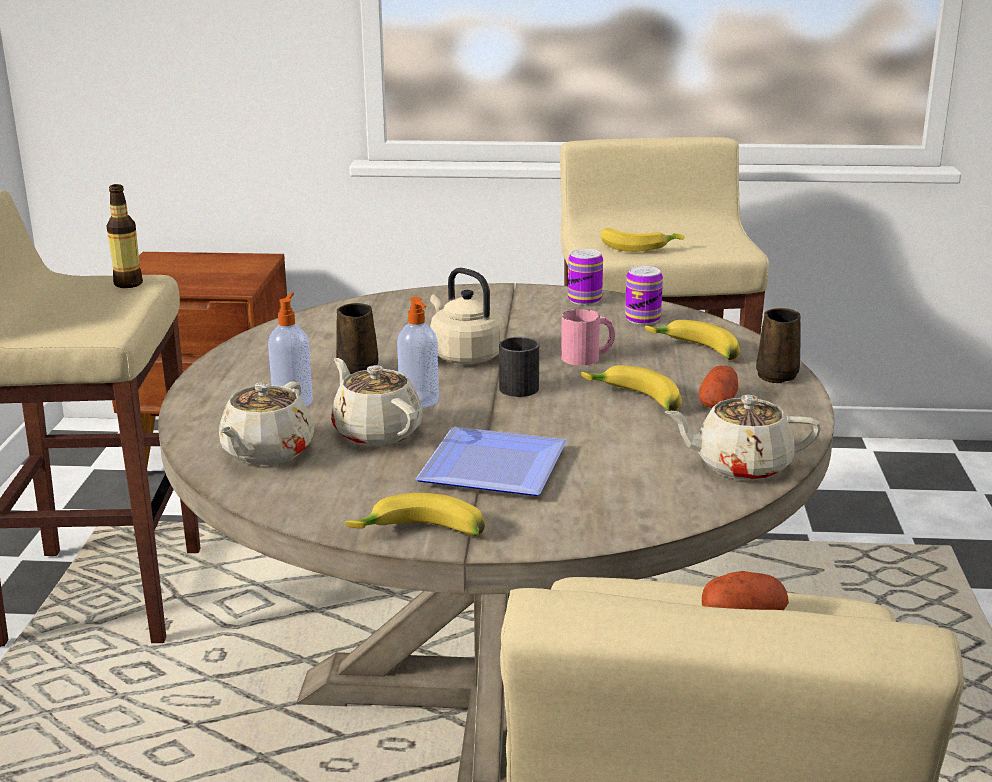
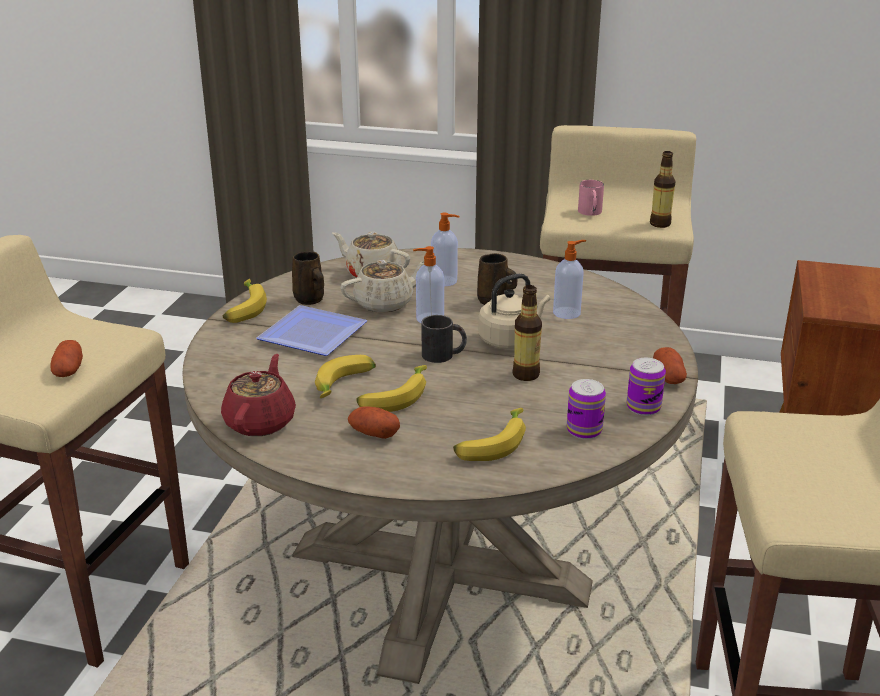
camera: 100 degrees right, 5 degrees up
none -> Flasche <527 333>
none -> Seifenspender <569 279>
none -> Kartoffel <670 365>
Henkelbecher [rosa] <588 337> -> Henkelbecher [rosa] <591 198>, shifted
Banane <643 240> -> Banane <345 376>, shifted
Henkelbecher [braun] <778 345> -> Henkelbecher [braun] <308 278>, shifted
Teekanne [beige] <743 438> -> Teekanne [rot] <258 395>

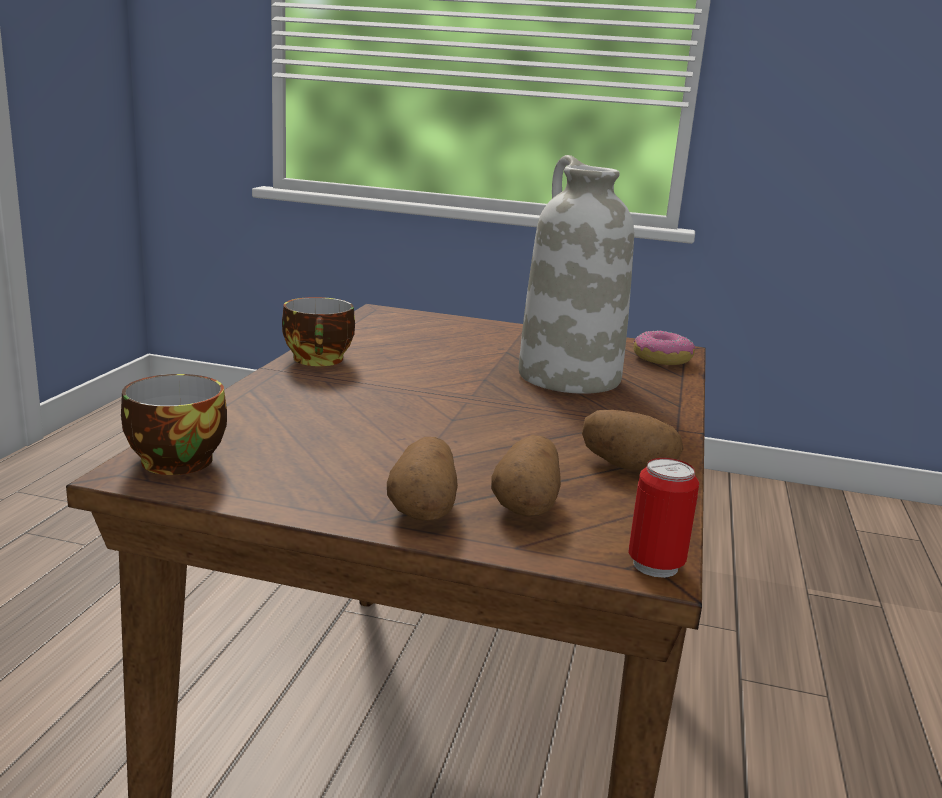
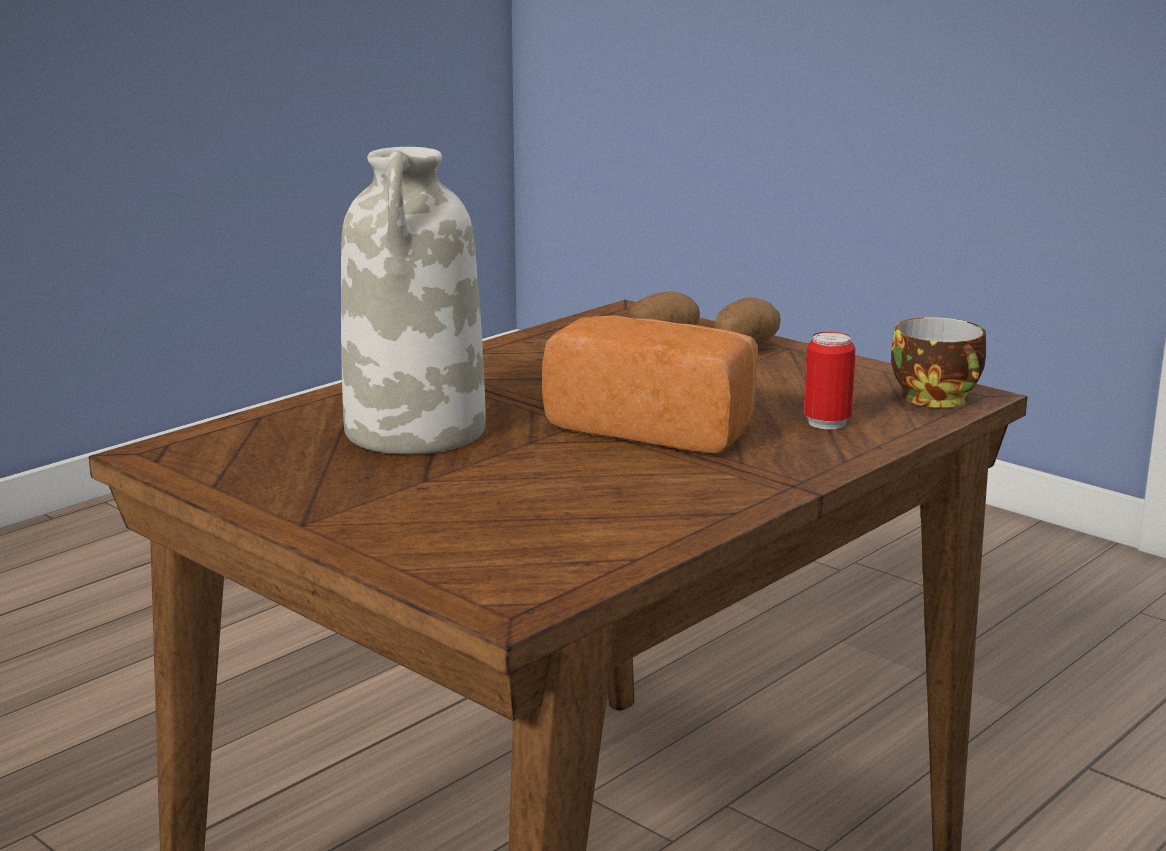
camera: 150 degrees left, 0 degrees up
Tasse <318 331> -> none
Kartoffel <633 440> -> none
Donut <664 347> -> none
none -> Brot <650 384>
Dose <664 518> -> Dose <829 380>, shifted

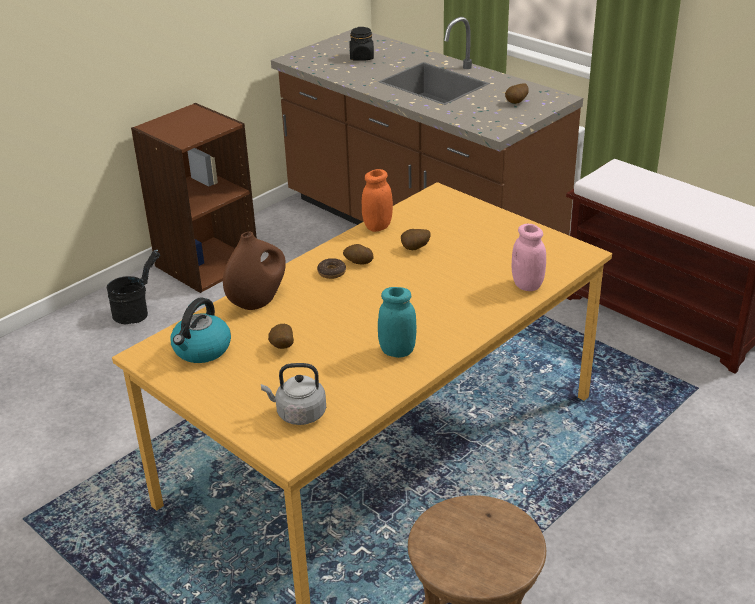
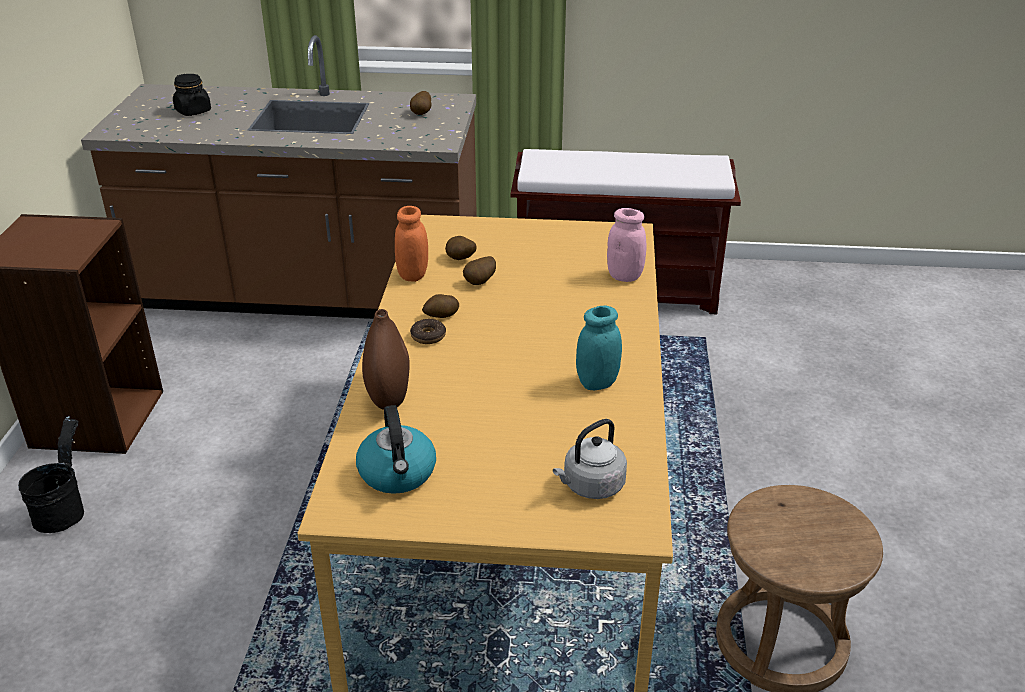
camera: 40 degrees left, 0 degrees up
Kartoffel <281 336> -> Kartoffel <461 248>, shifted

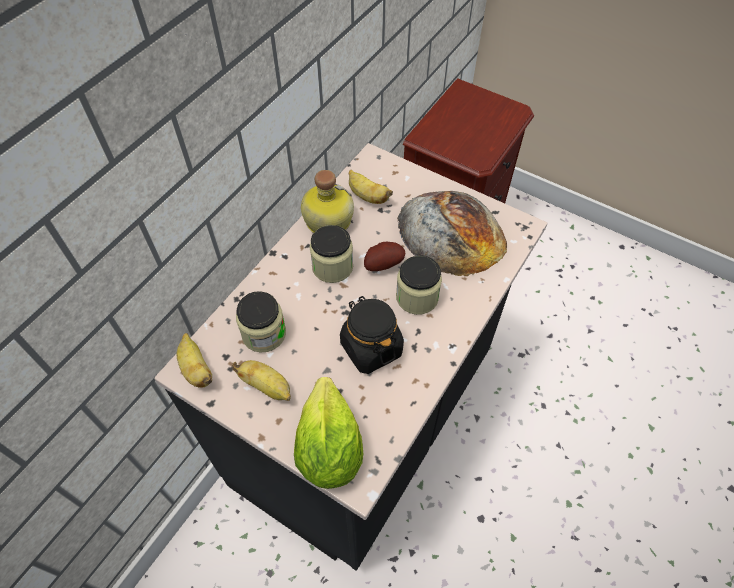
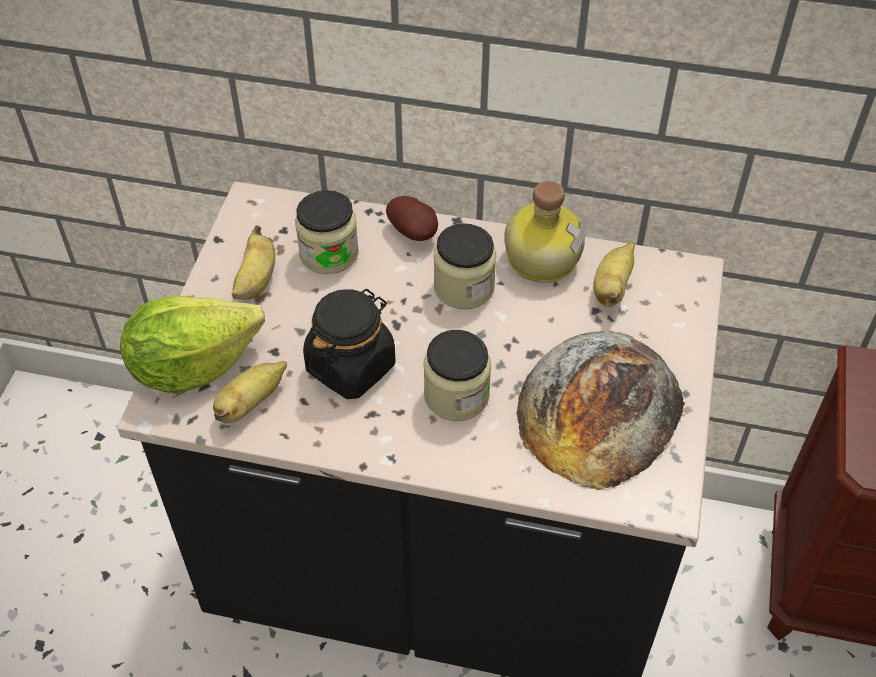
camera: 70 degrees right, 5 degrees down
Banane <194 360> -> Banane <250 392>, shifted
Kartoffel <384 256> -> Kartoffel <412 218>, shifted

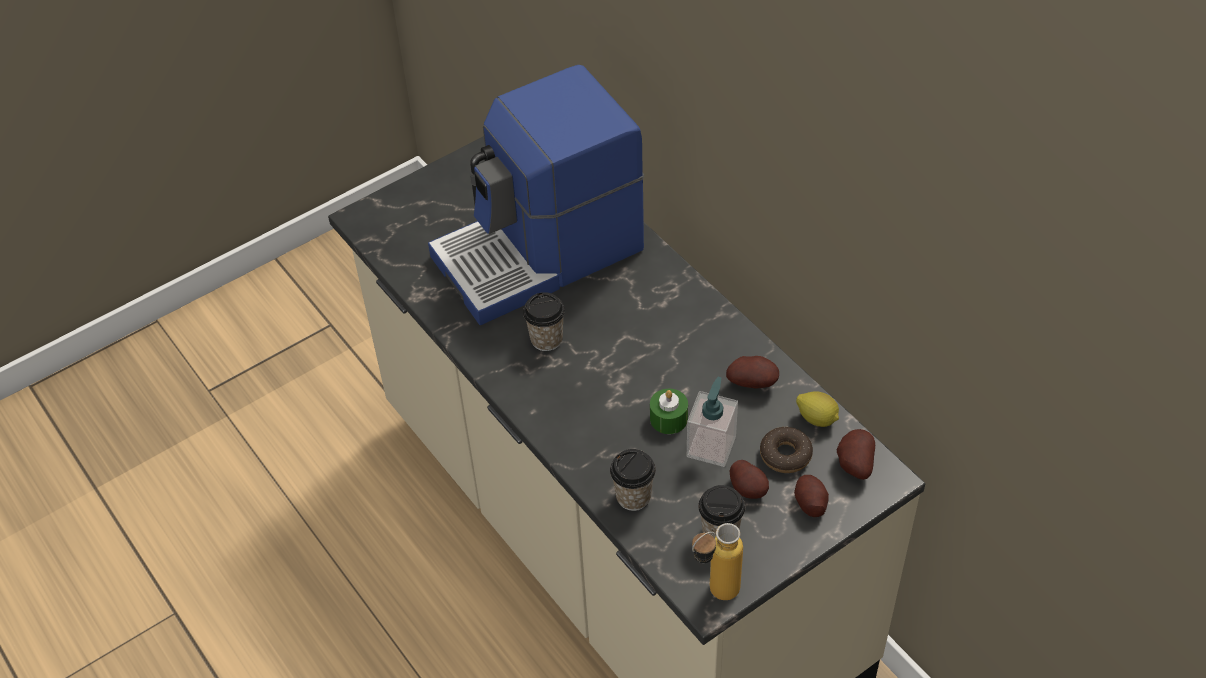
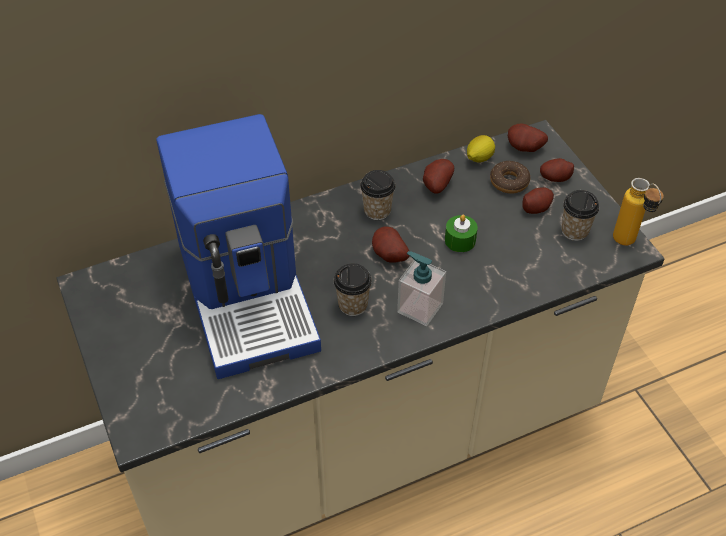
camera: 80 degrees left, 0 degrees up
none -> Kartoffel <391 244>
Tasse <633 480> -> Tasse <378 195>, shifted
Seifenspender <712 422> -> Seifenspender <421 288>, shifted

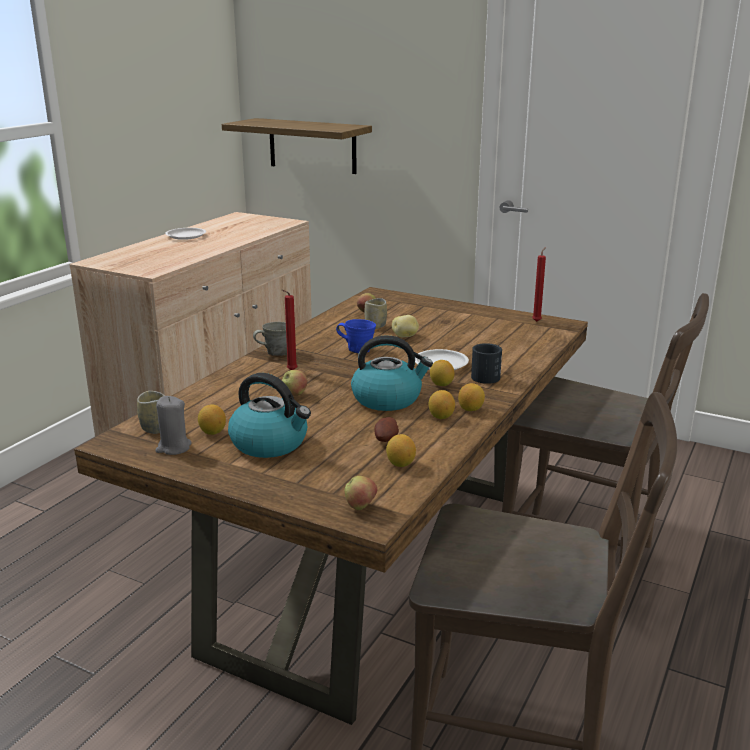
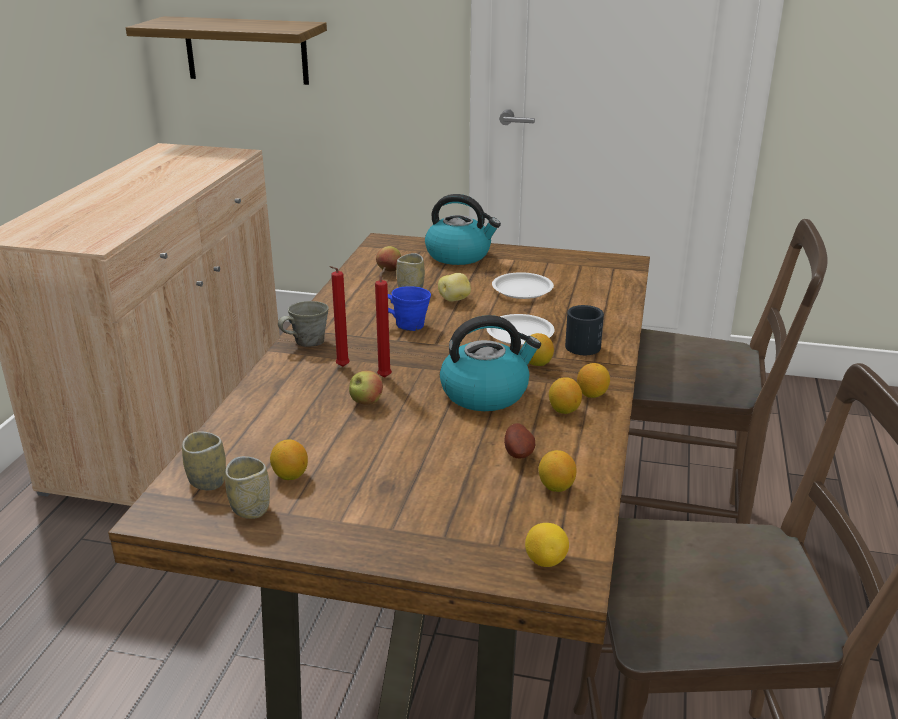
camera: 15 degrees left, 5 degrees up
Teller [weiß] <185 234> -> Teller [weiß] <523 285>, shifted
Wasserkessel <269 415> -> Wasserkessel <463 229>, shifted
Kerze [rot] <539 284> -> Kerze [rot] <383 322>, shifted
Kerze [grau] <173 425> -> Tasse <247 487>
Apfel <361 493> -> Zitrone <547 545>

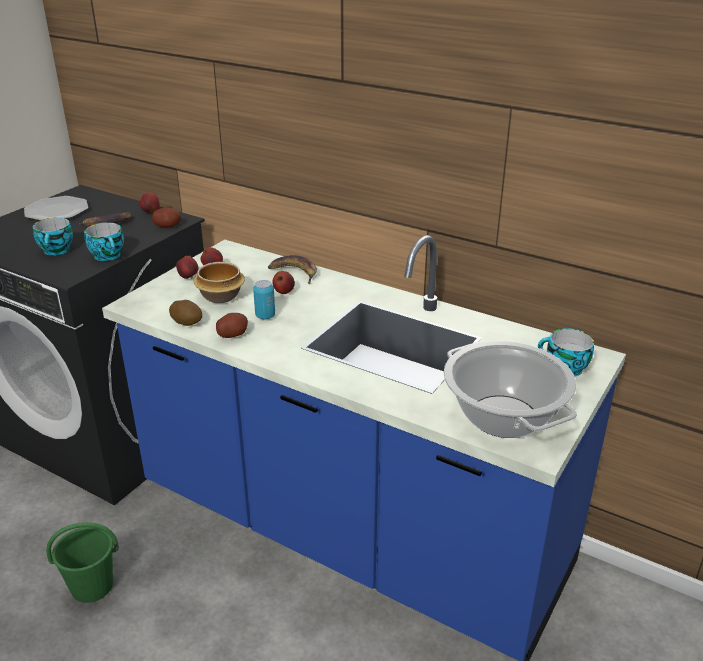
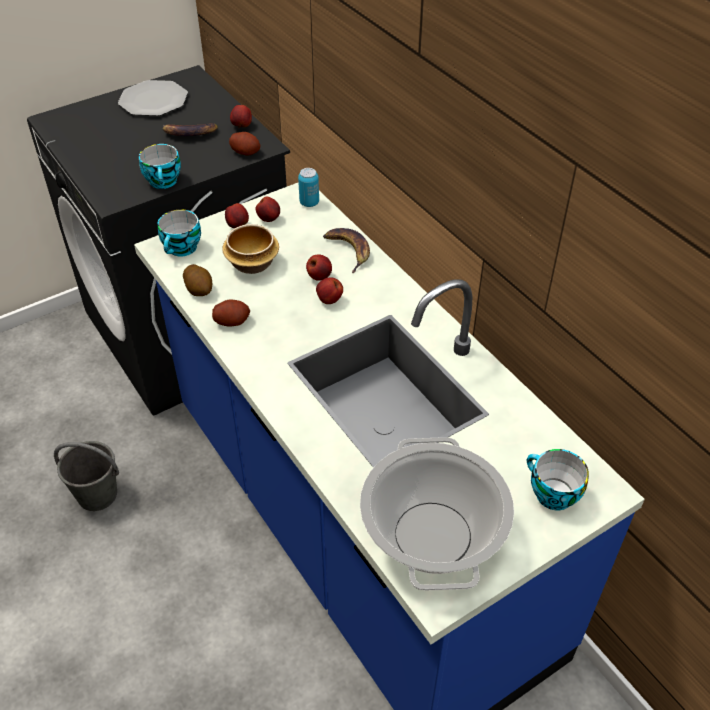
camera: 25 degrees right, 15 degrees up
none -> Apfel <329 290>
Tasse <53 237> -> Tasse <179 232>, shifted
Dose <264 299> -> Dose <308 187>, shifted
Eimer [grün] <82 562> -> Eimer [grau] <86 476>

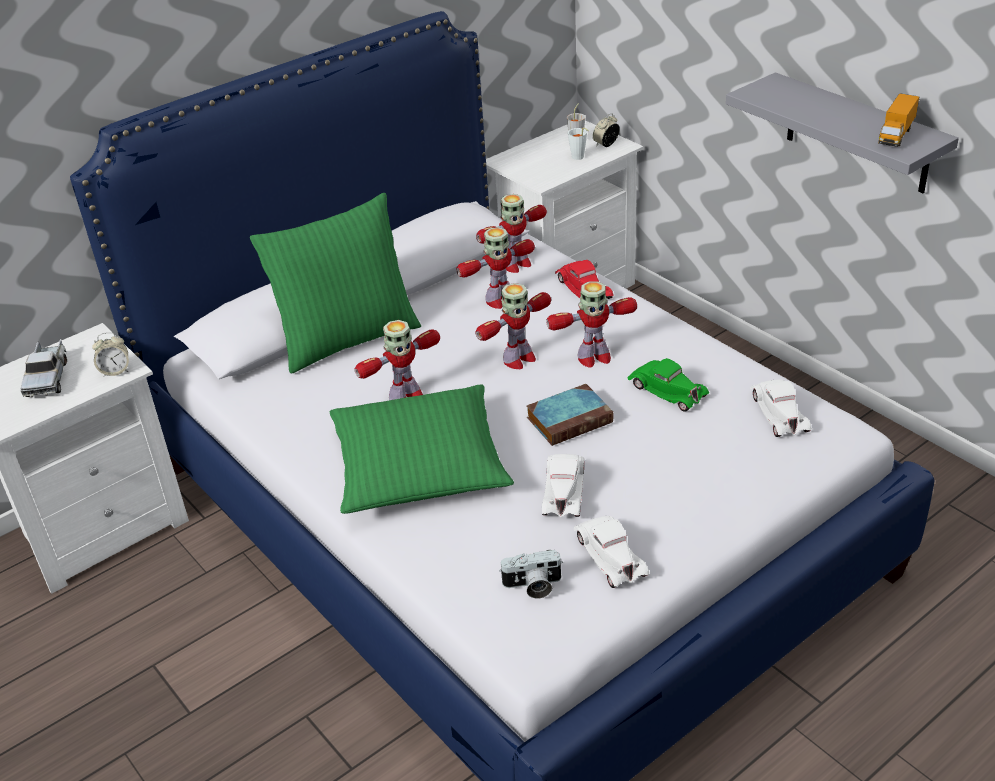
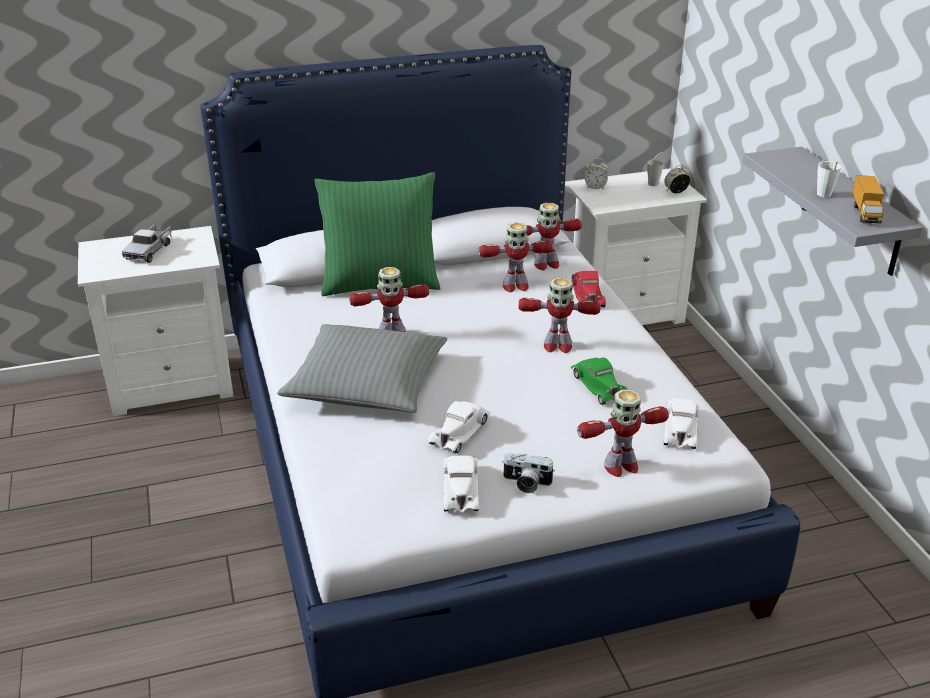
camera: 20 degrees right, 5 degrees down
Buch <570 415> -> none
Wecker <110 354> -> Wecker <596 174>, shifted
Spielzeugroboter <513 326> -> Spielzeugroboter <623 433>, shifted
Kamera <531 574> -> Kamera <528 473>, shifted
Tasse [weiß] <578 143> -> Tasse [weiß] <830 179>, shifted
Kissen [grün] <422 449> -> Kissen [grau] <362 368>
Spielzeuglaster <899 120> -> Spielzeuglaster <868 199>, 45 degrees counterclockwise

